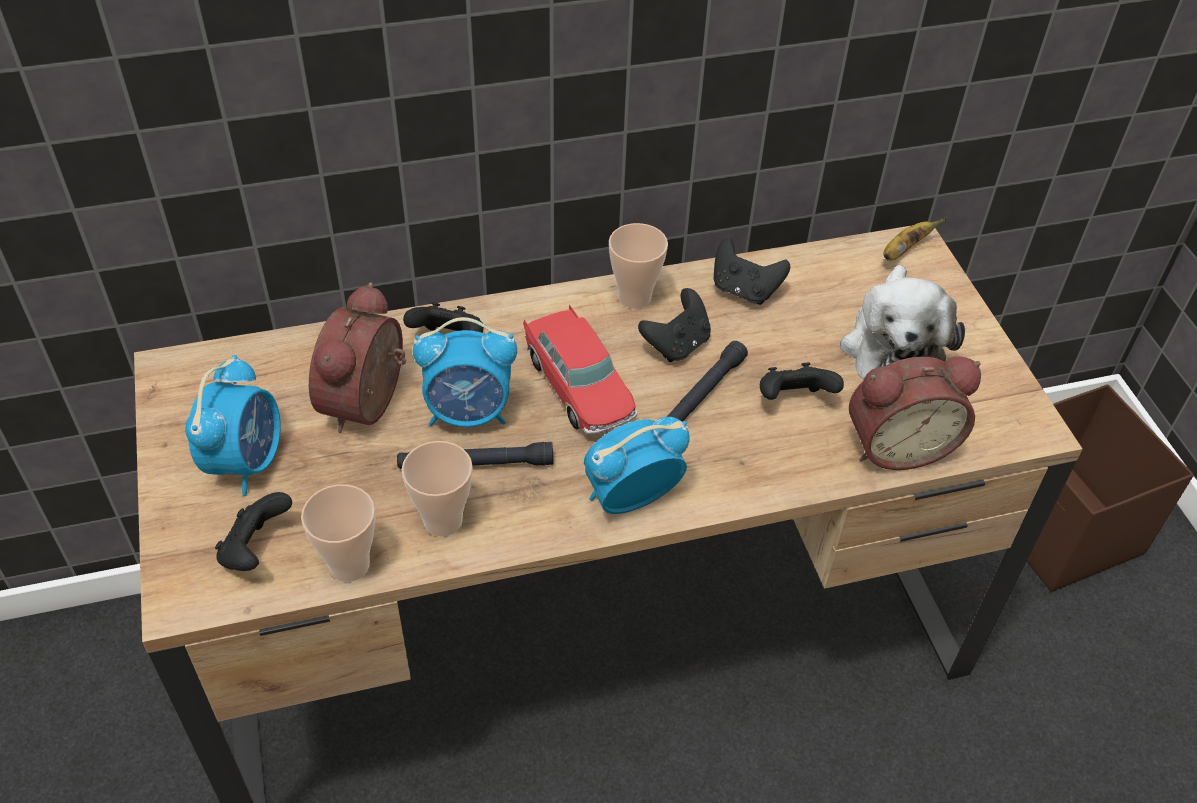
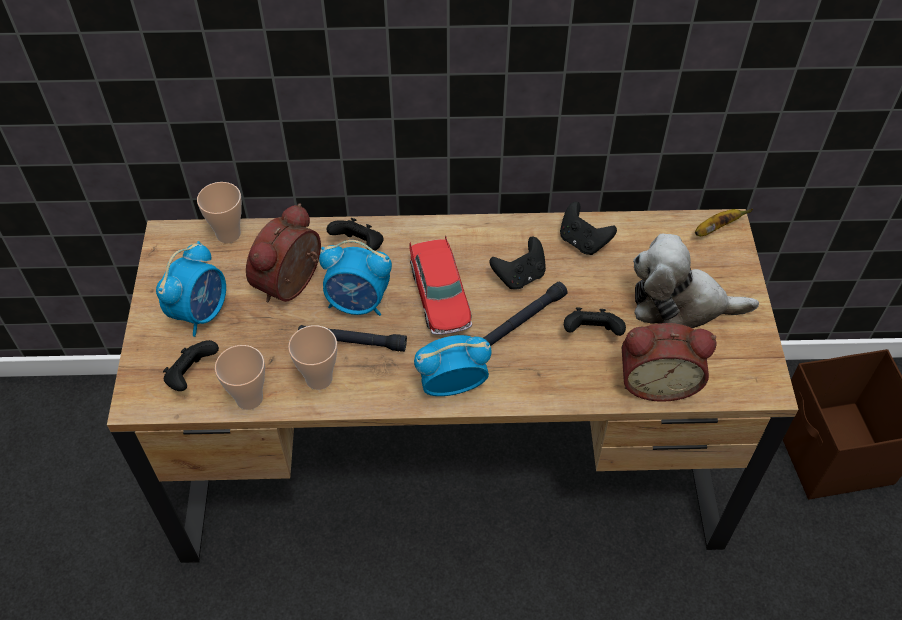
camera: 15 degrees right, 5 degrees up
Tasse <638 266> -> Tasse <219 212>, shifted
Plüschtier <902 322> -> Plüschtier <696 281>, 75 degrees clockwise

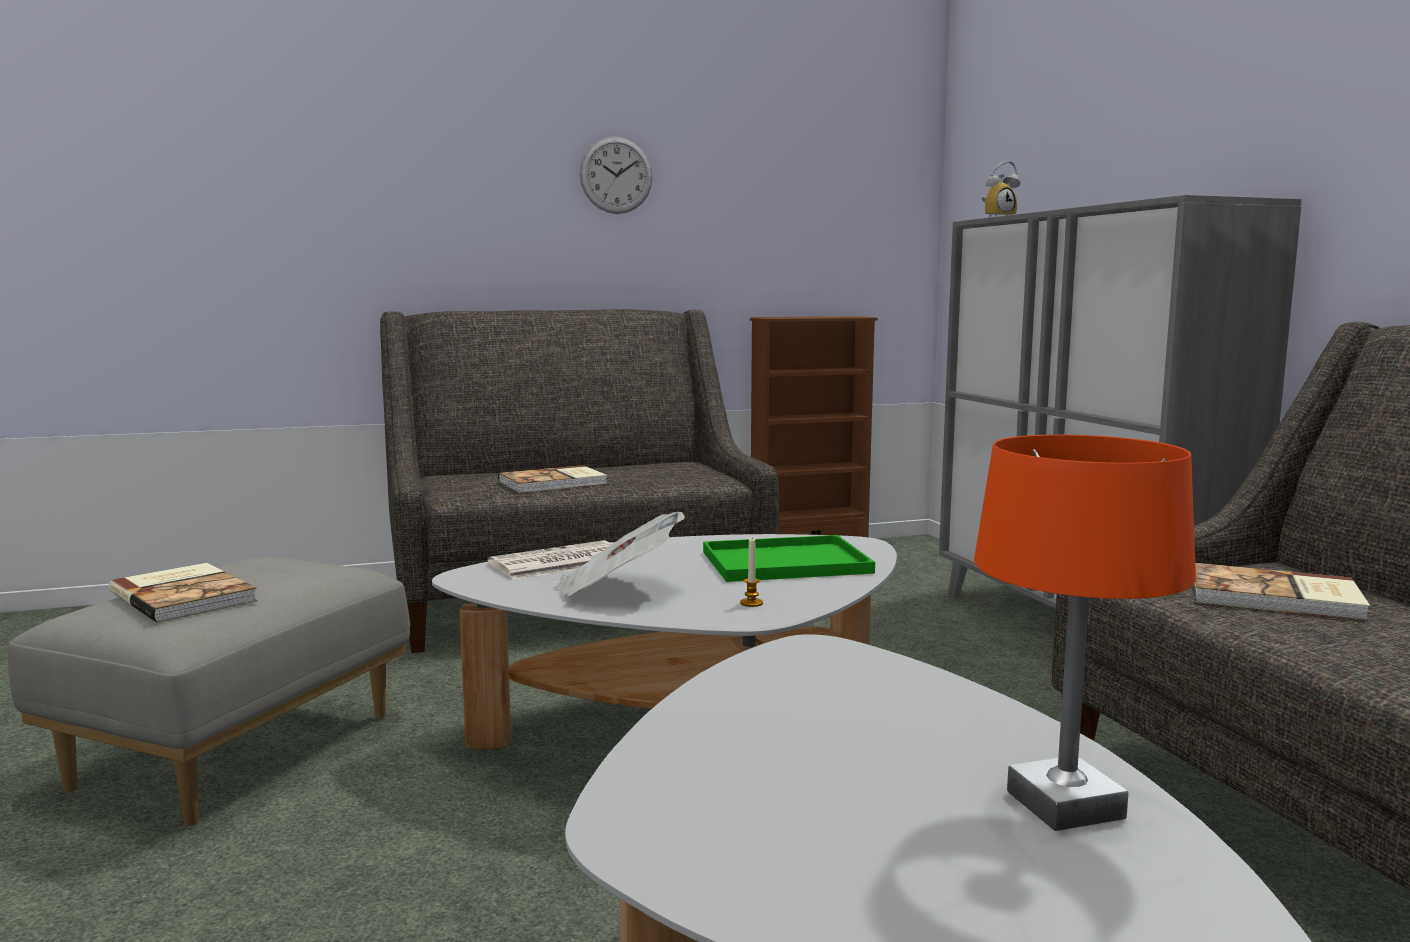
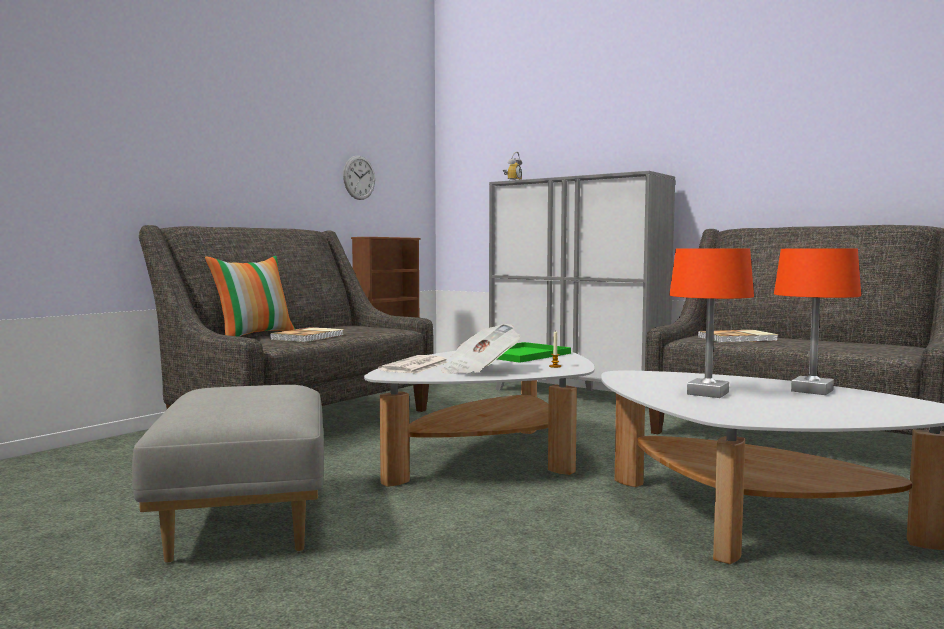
camera: 35 degrees left, 5 degrees down
Buch <183 593> -> none
none -> Kissen <250 296>
none -> Tischlampe [orange] <711 323>
Wanduhr <616 175> -> Wanduhr <359 178>, shifted

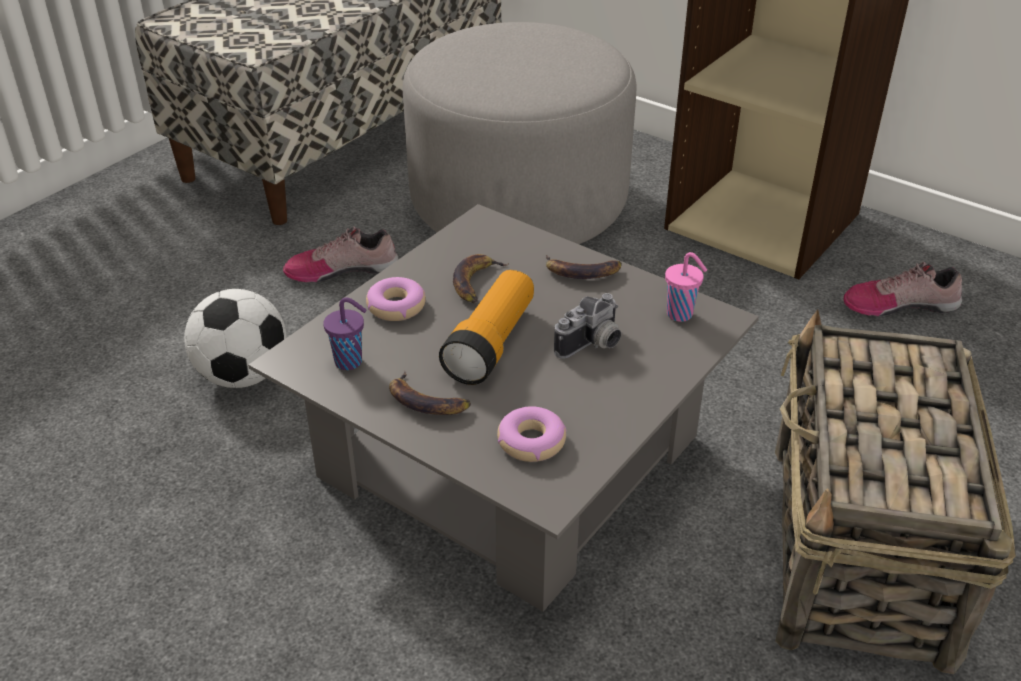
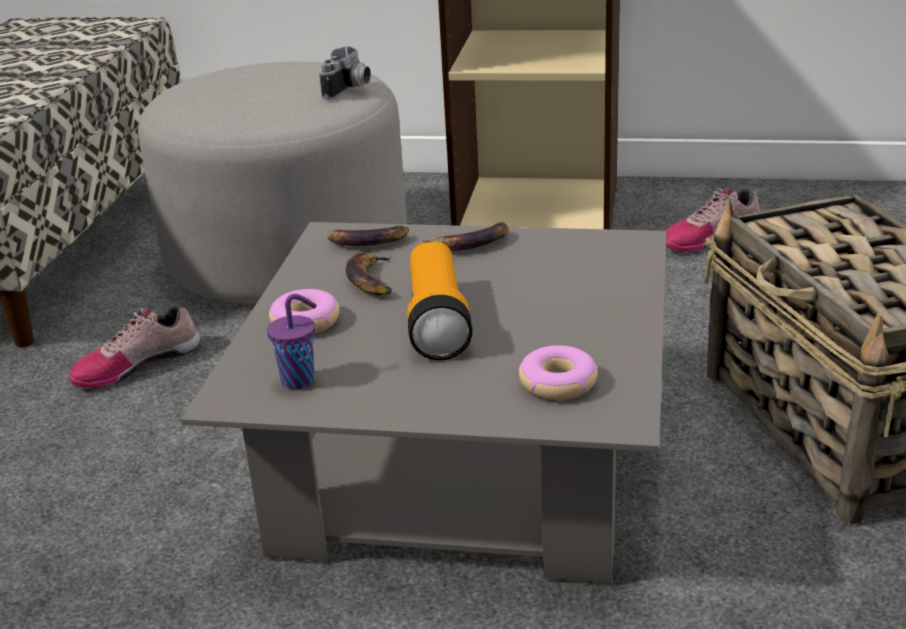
camera: 25 degrees left, 10 degrees down
Fußball <235 338> -> none
Tasse [rosa] <686 287> -> none
Banane <430 393> -> Banane <368 236>, shifted
Kamera <587 326> -> Kamera <345 73>, shifted

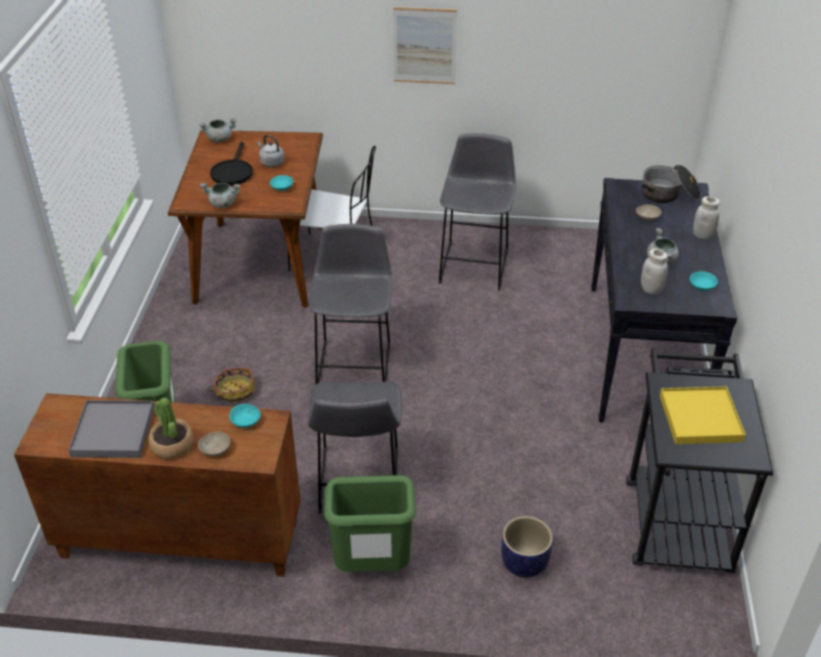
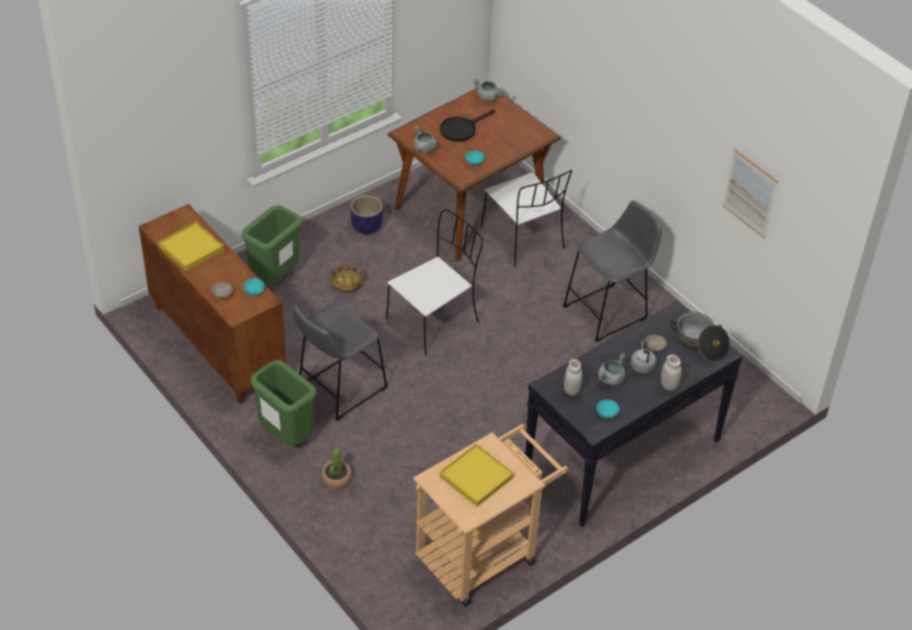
camera: 45 degrees right, 5 degrees up
Topfpflanze <171 428> -> Topfpflanze <336 468>, shifted
Wasserkessel [grau] <270 151> -> Wasserkessel [grau] <643 357>, shifted
Bild <425 45> -> Bild <750 193>, shifted
Pflanzkübel <527 547> -> Pflanzkübel <366 215>, shifted
Hocker [grau] <350 304> -> Stuhl [weiß] <434 282>
Tablett [grau] <111 429> -> Tablett [gelb] <191 246>
Rollwagen [schwarz] <699 460> -> Rollwagen [beige] <490 515>

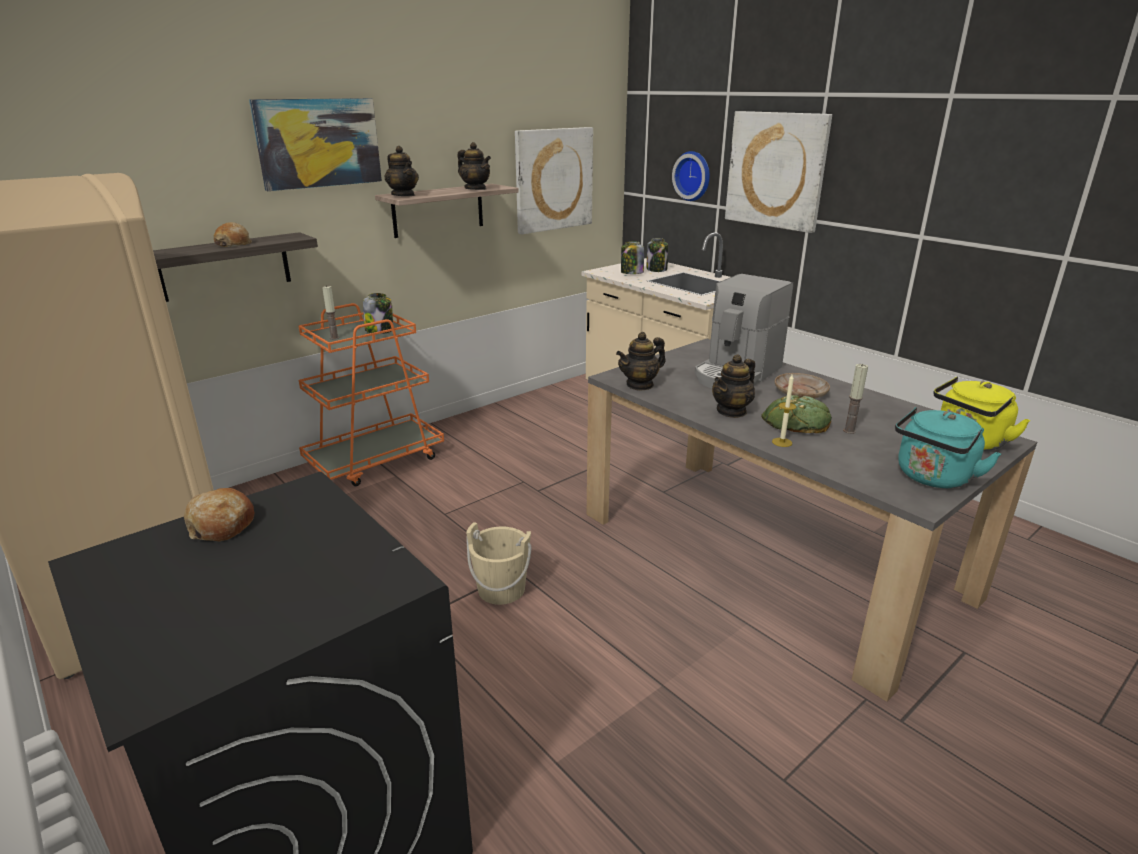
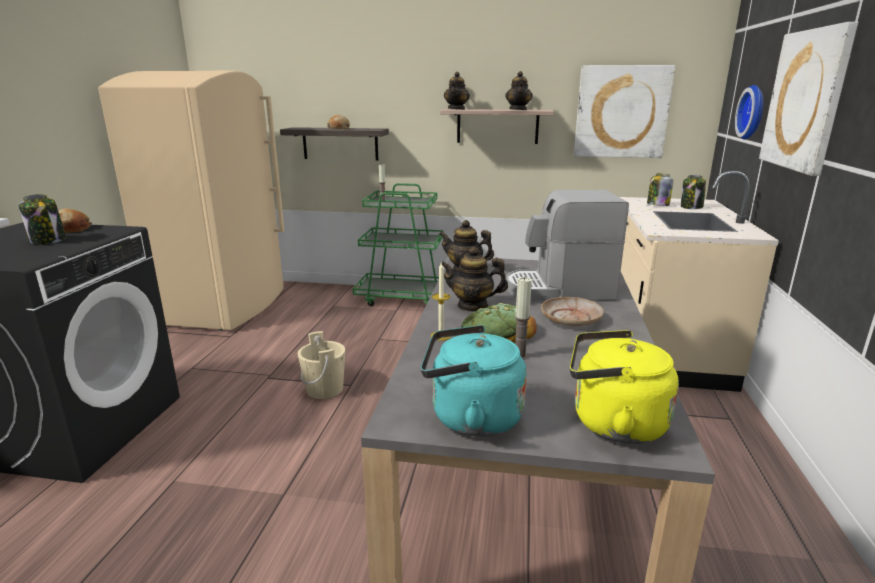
camera: 50 degrees right, 5 degrees down
Bild <315 144> -> none
Vorratsglas <378 313> -> Vorratsglas <42 219>, shifted
Rollwagen [orange] <371 394> -> Rollwagen [grün] <398 244>

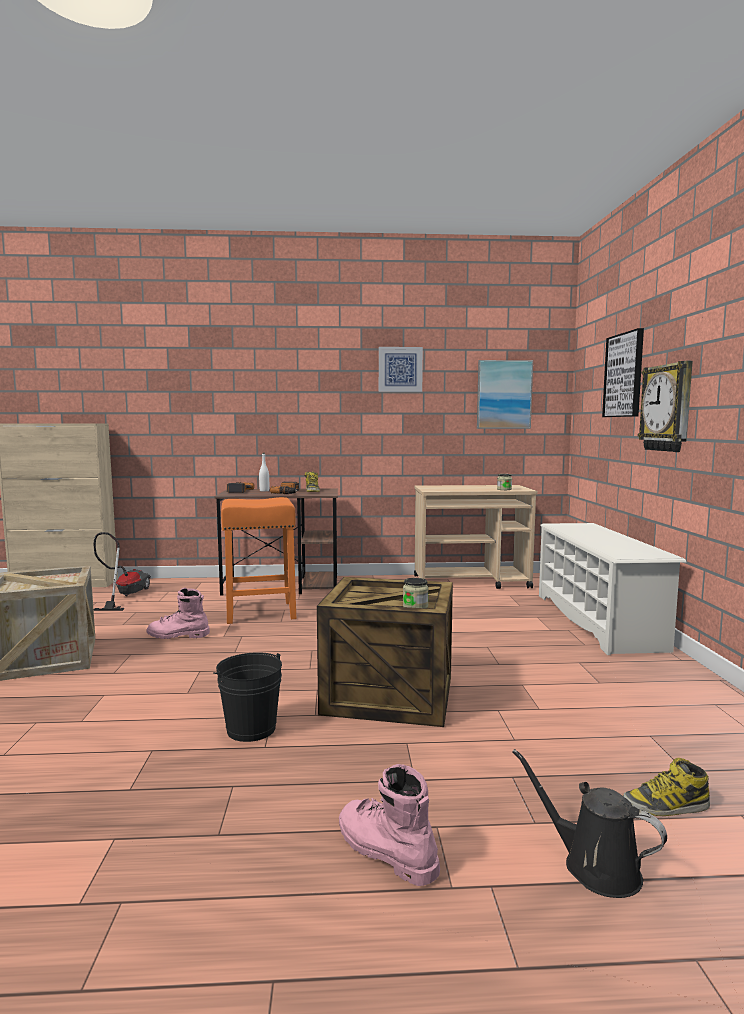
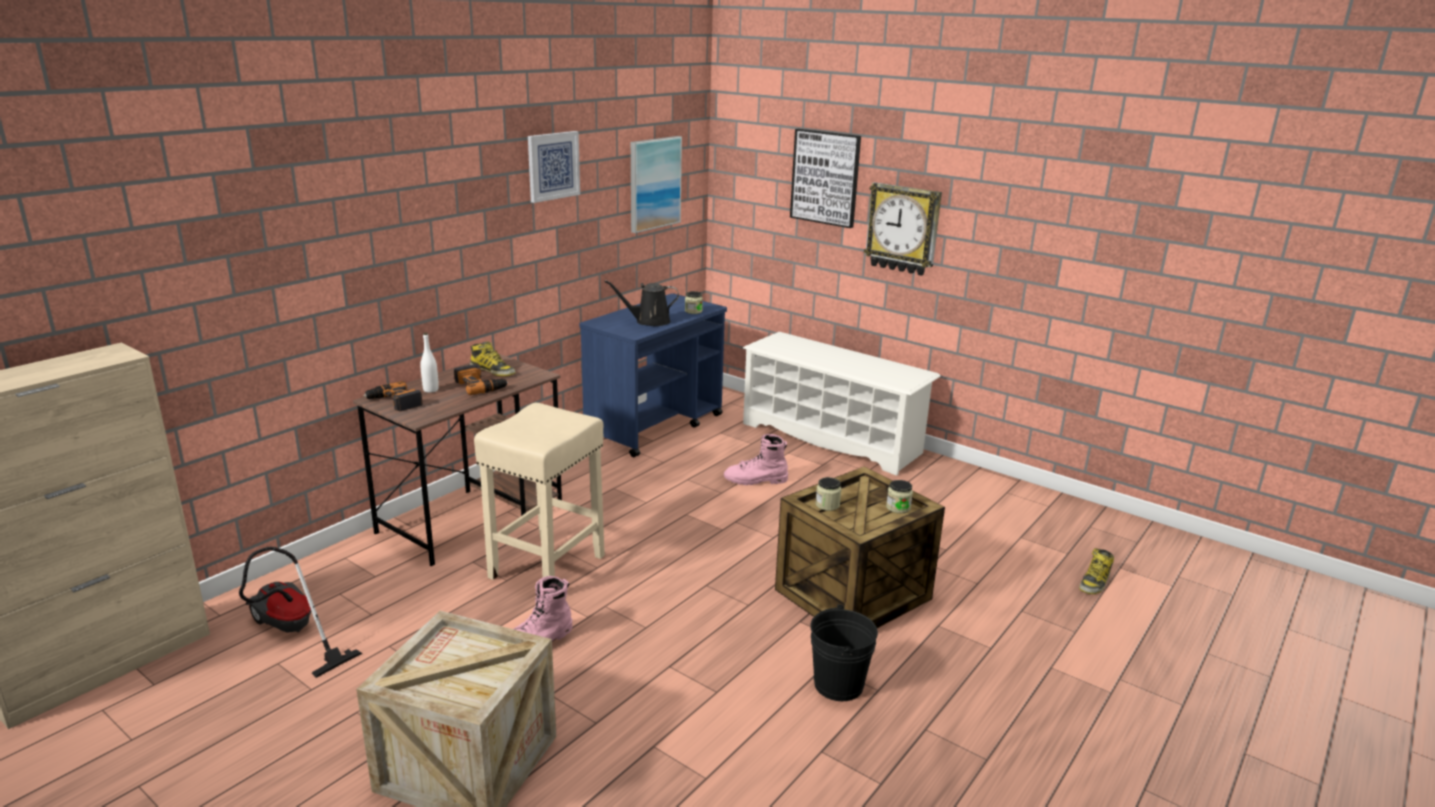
camera: 50 degrees left, 15 degrees up
none -> Vorratsglas <828 494>
Stiefel [rosa] <389 825> -> Stiefel [rosa] <756 459>, shifted
Gießkanne [schwarz] <589 823> -> Gießkanne [schwarz] <642 303>, shifted
Hocker [orange] <258 560> -> Hocker [beige] <539 491>
Rollwagen [beige] <475 537> -> Rollwagen [blau] <653 375>

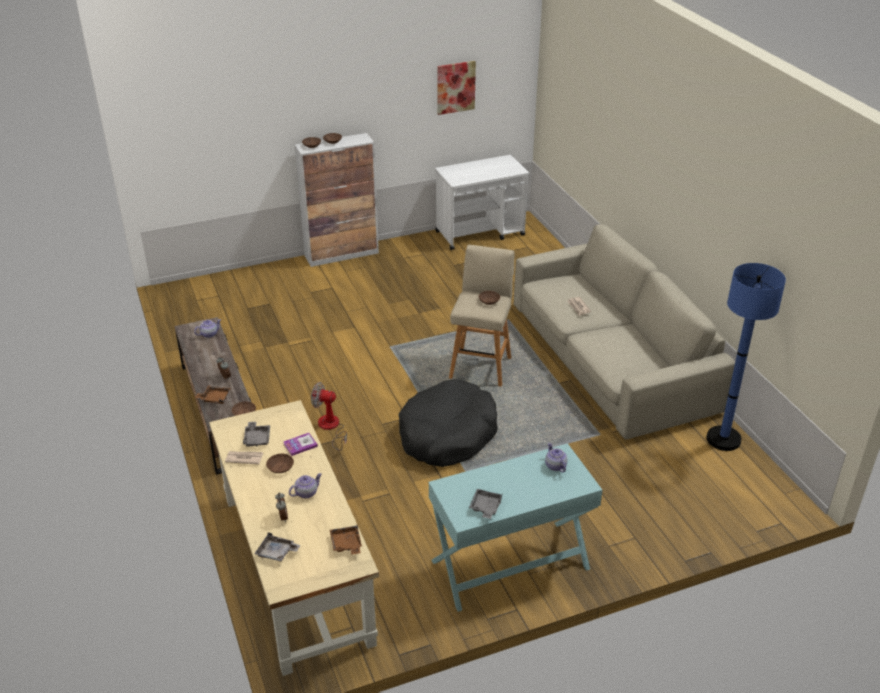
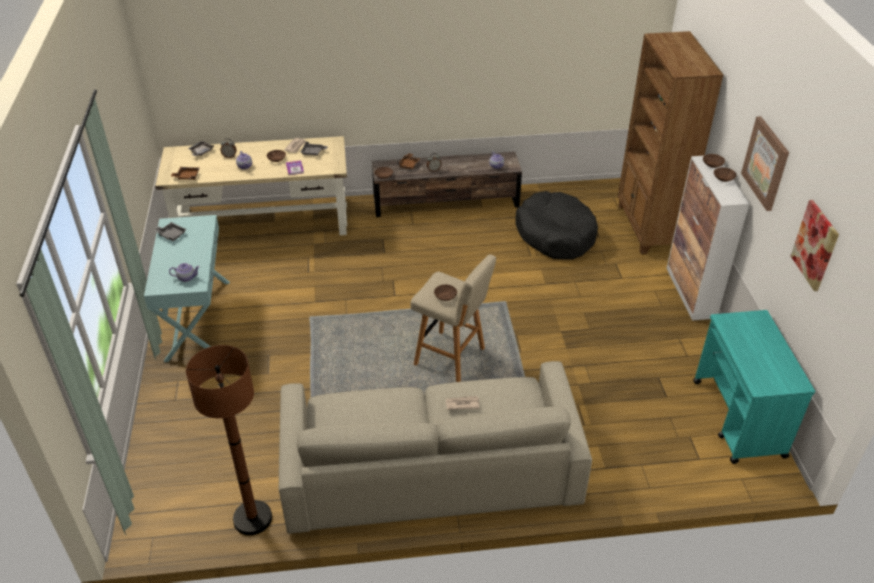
camera: 105 degrees right, 5 degrees up
Ventilator <329 416> -> none
none -> Bücherregal [braun] <670 142>
none -> Bild <765 163>
Hundebett [schwarz] <448 423> -> Hundebett [schwarz] <557 225>, shifted
Rollwagen [weiß] <482 202> -> Rollwagen [türkis] <754 387>
Stehlampe [blau] <746 357> -> Stehlampe [braun] <229 440>

